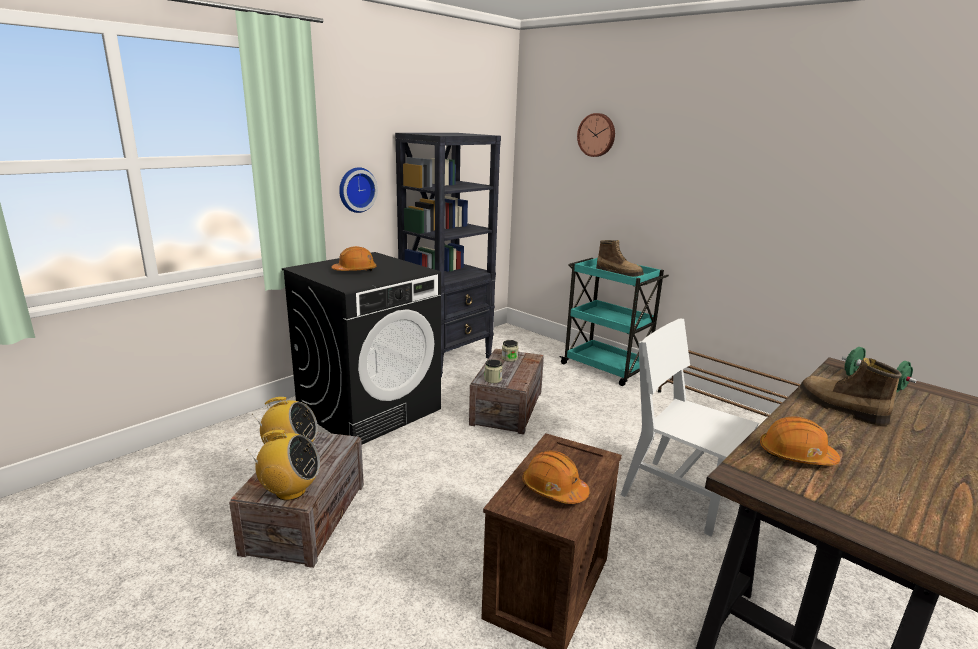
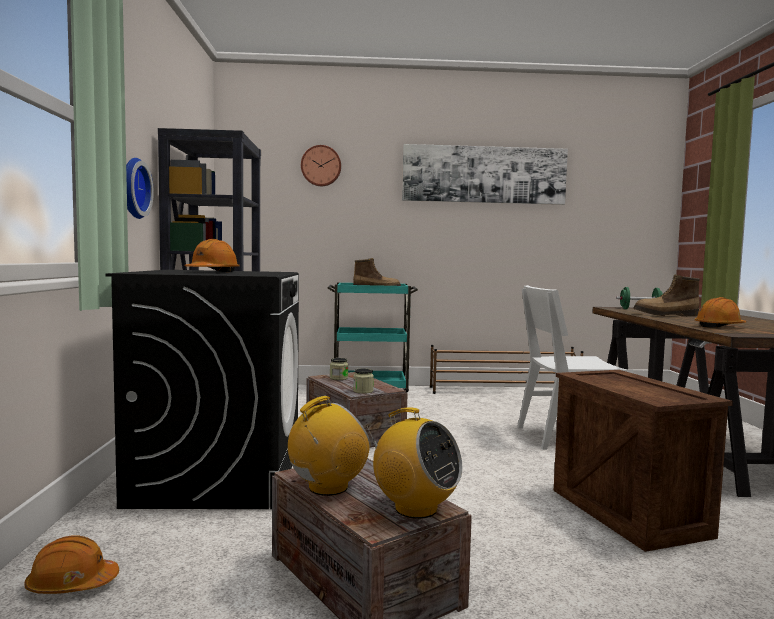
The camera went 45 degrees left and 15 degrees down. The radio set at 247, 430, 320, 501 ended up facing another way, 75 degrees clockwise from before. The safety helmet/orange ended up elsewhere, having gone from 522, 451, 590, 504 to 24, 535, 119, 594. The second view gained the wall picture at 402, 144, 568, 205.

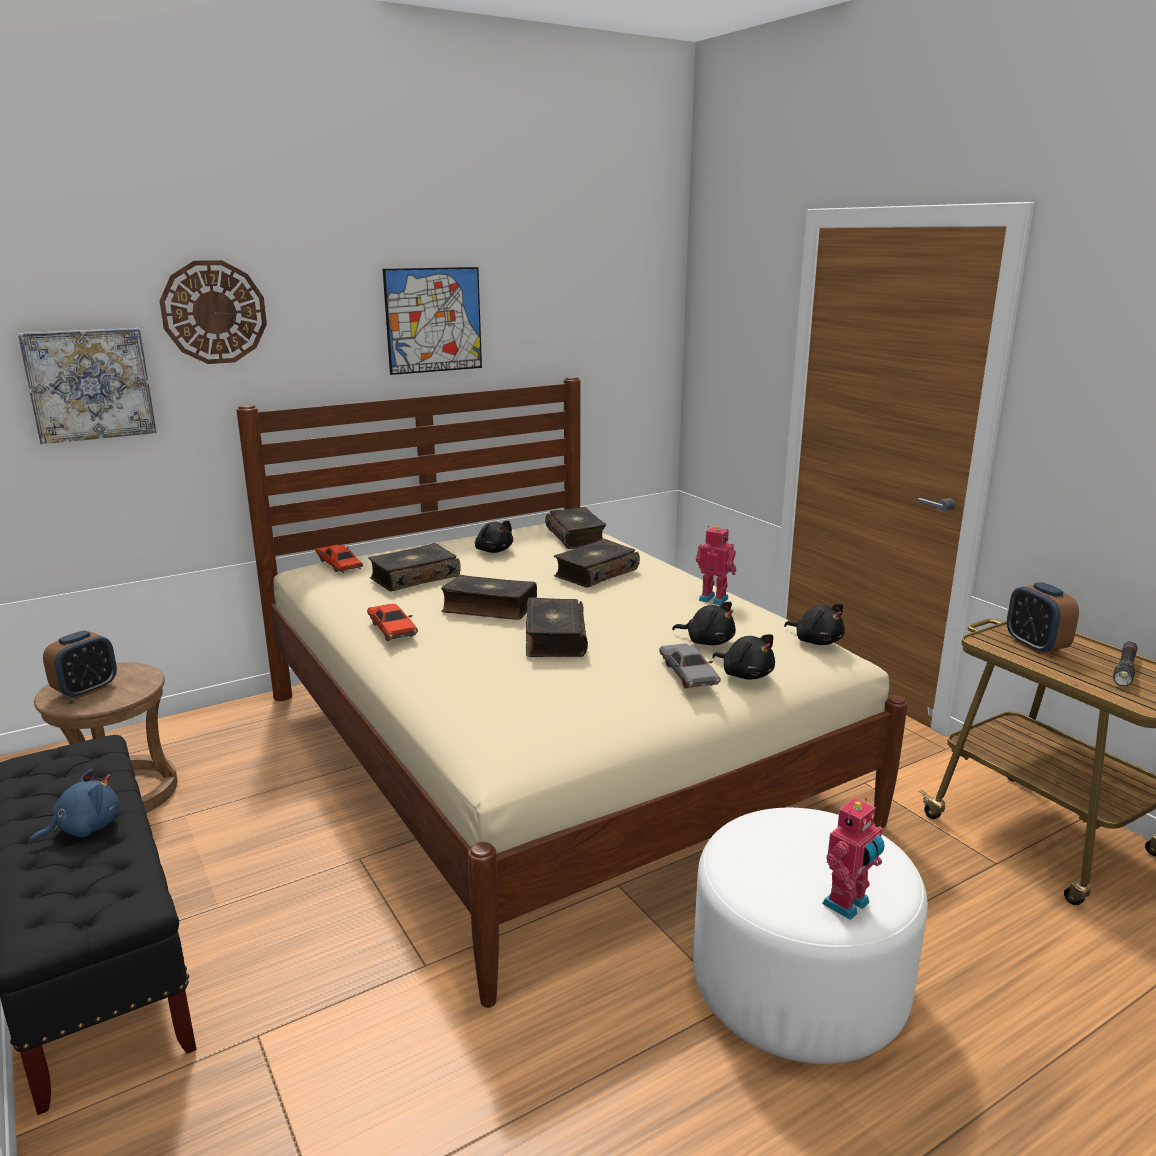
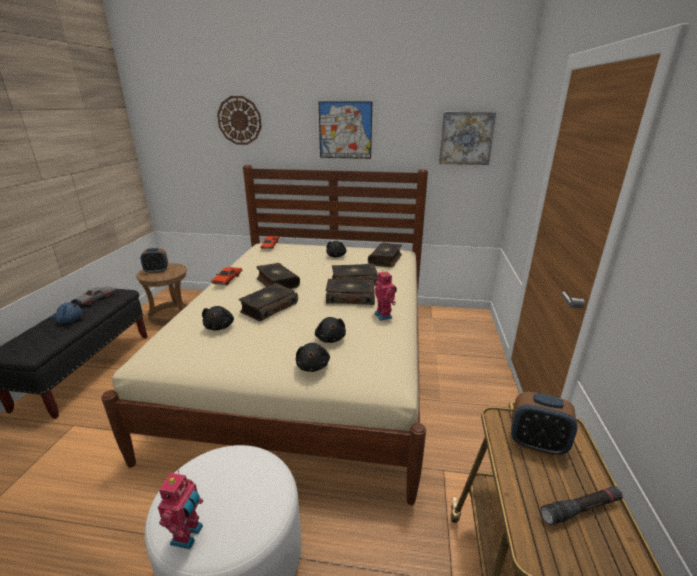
The camera went 40 degrees right and 5 degrees up. The wall picture ended up elsewhere, having gone from 18, 328, 156, 444 to 439, 112, 496, 165. The book ended up elsewhere, having gone from 368, 543, 461, 592 to 326, 279, 375, 305. The toy car/greyish ended up elsewhere, having gone from 659, 643, 721, 689 to 75, 286, 116, 305. The plush toy/blackish ended up elsewhere, having gone from 784, 604, 845, 645 to 202, 306, 234, 330. The robot figure at 822, 798, 885, 920 ended up facing another way, 75 degrees counterclockwise from before. The alarm clock at 1007, 582, 1079, 654 ended up facing another way, 90 degrees counterclockwise from before.

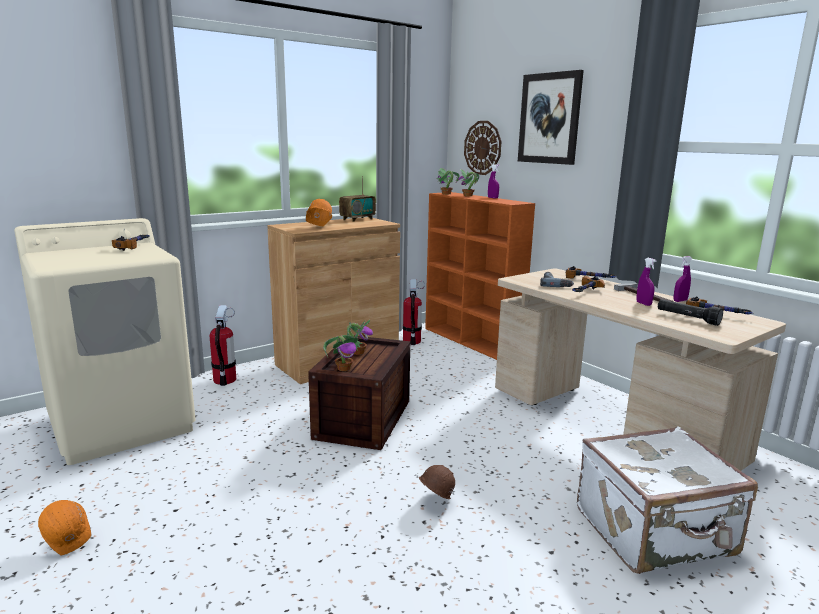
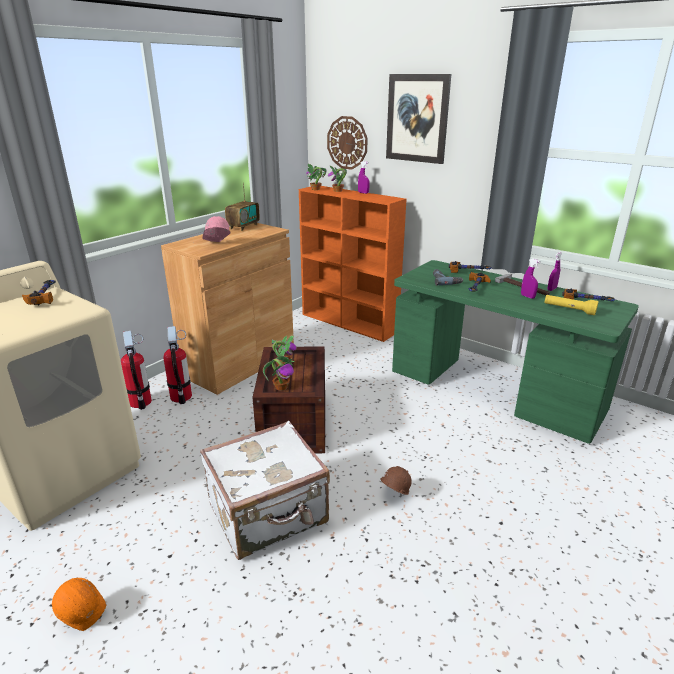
The camera went 15 degrees left and 10 degrees up. What was the safety helmet/orange at 306, 199, 332, 226 turned into the safety helmet/pink-coloured at 202, 216, 231, 242. The fire-fighting cylinder ended up elsewhere, having gone from 403, 279, 425, 345 to 163, 326, 192, 404. What was the desk unit/beige at 495, 269, 786, 471 turned into the desk unit/green-coloured at 392, 260, 639, 444. The travel case/white-coloured ended up elsewhere, having gone from 577, 426, 758, 574 to 200, 421, 330, 560. What was the hand torch/blackish at 658, 299, 723, 326 turned into the hand torch/yellow-coloured at 545, 295, 599, 316.

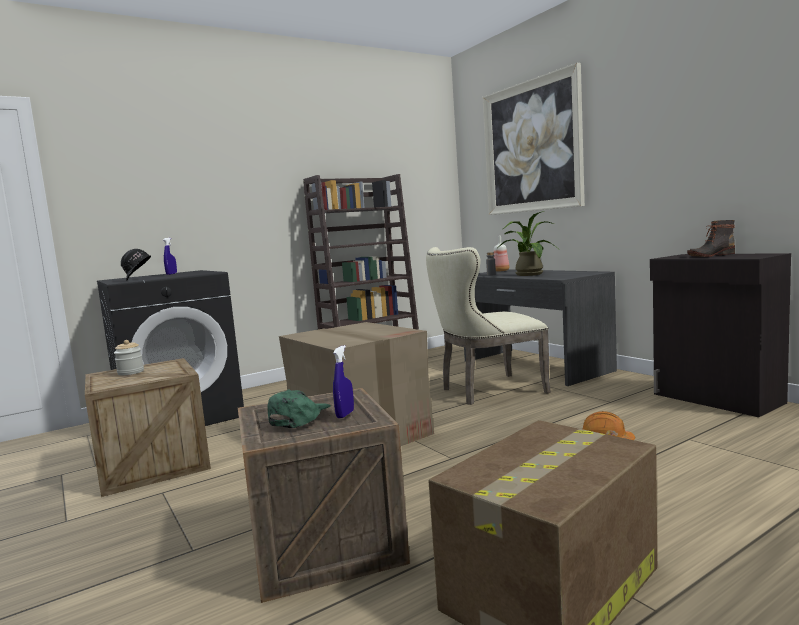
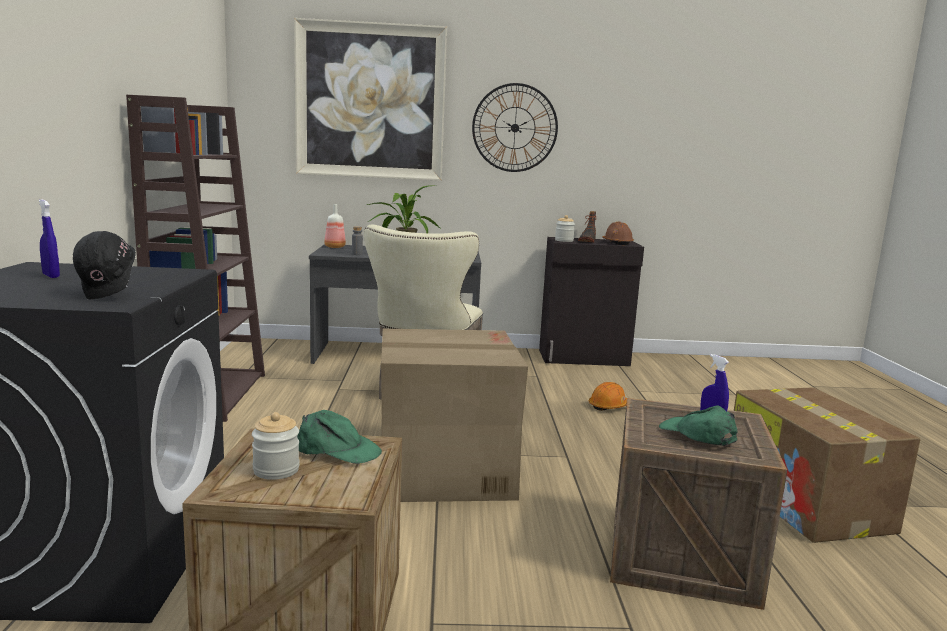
The camera went 60 degrees left and 5 degrees up. The second view gained the cap/green-coloured at 297, 410, 382, 464. The second view gained the hanging clock at 472, 83, 558, 172. The second view gained the preserve jar at 555, 215, 575, 242. The second view gained the safety helmet/brown-coloured at 602, 221, 634, 245.

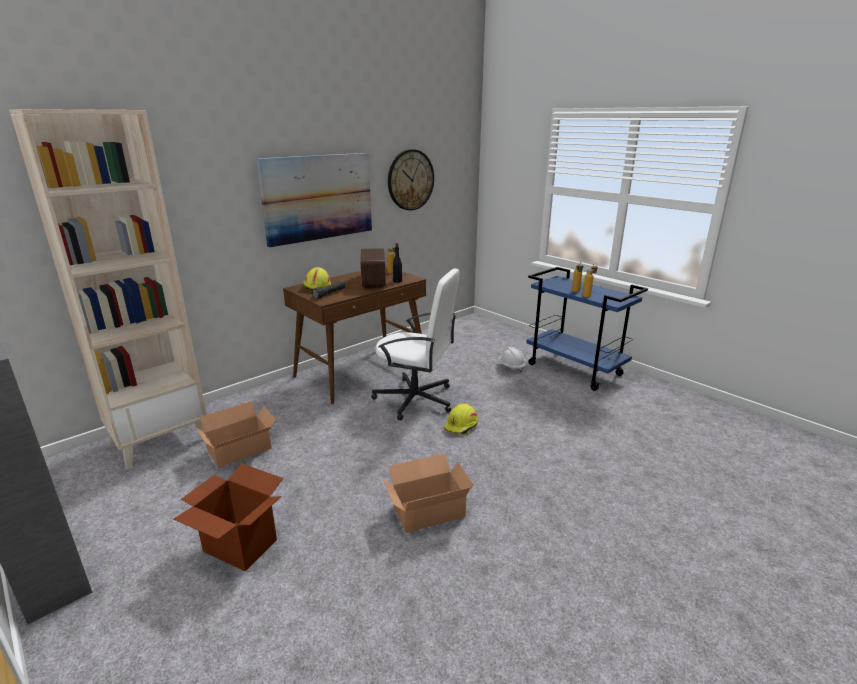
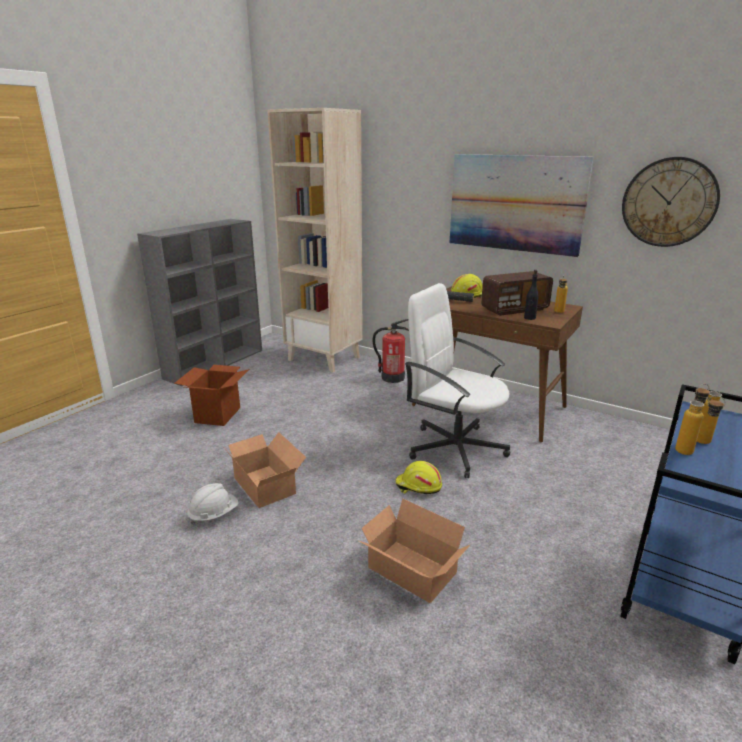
The camera went 75 degrees right and 0 degrees up. The carton ended up elsewhere, having gone from 196, 401, 276, 468 to 359, 498, 470, 603. The desk chair/white-coloured at 372, 269, 460, 421 ended up facing another way, 120 degrees clockwise from before. The safety helmet/white-coloured ended up elsewhere, having gone from 498, 347, 526, 373 to 187, 483, 238, 526. The second view gained the fire-fighting cylinder at 373, 319, 409, 383.

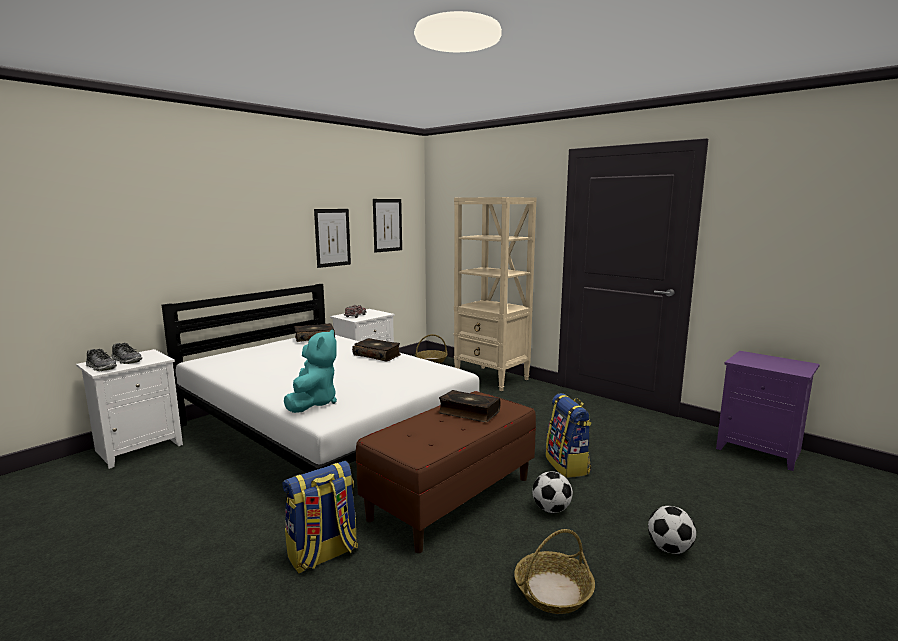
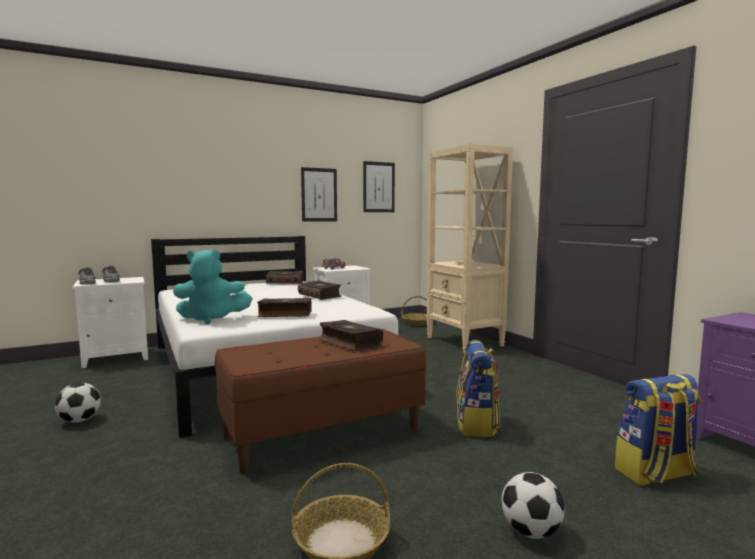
The camera went 20 degrees right and 5 degrees down. The knapsack ended up elsewhere, having gone from 283, 461, 358, 574 to 615, 374, 701, 486. The plush toy/turquoise-coloured at 284, 329, 337, 413 ended up facing another way, 60 degrees clockwise from before. The football ended up elsewhere, having gone from 532, 471, 573, 513 to 55, 383, 101, 423. The second view gained the book at 257, 298, 312, 317.

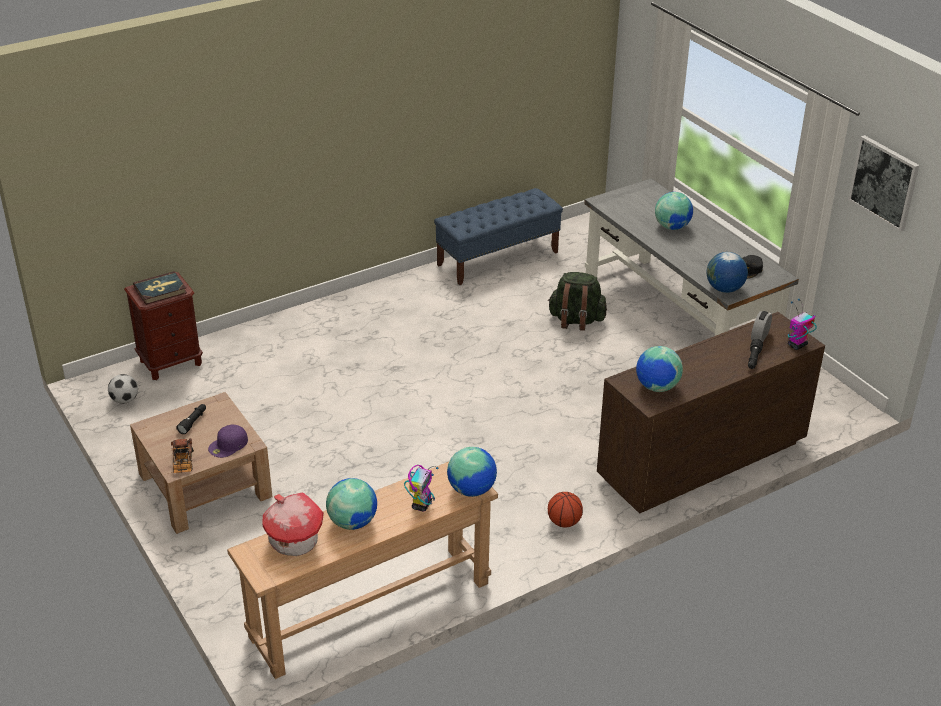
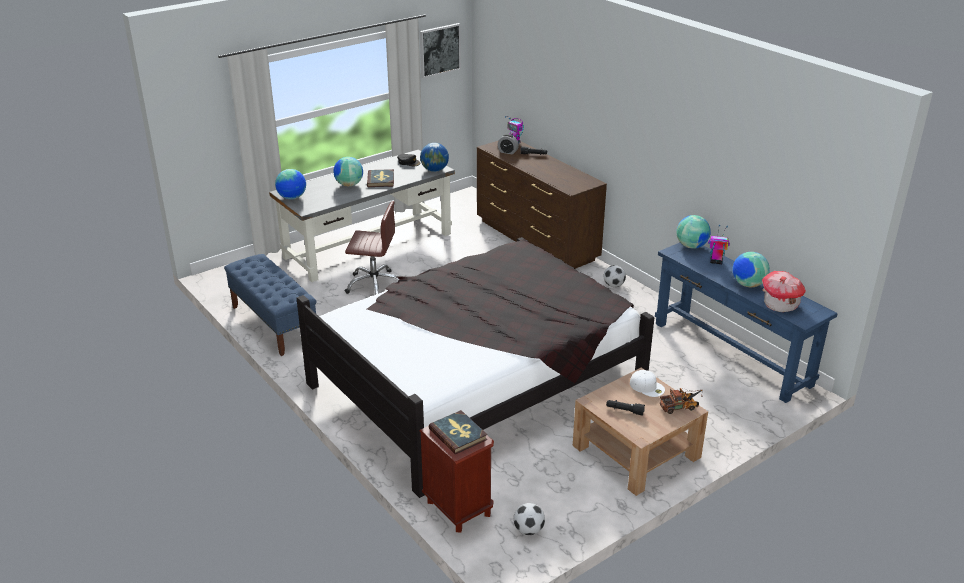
The camera went 95 degrees left and 5 degrees down. What was the cap/purple-coloured at 208, 425, 248, 458 turned into the cap/white-coloured at 630, 370, 665, 397. What was the hall table/brown-coloured at 227, 462, 498, 679 turned into the hall table/blue at 655, 243, 838, 403. Where the knapsack/green-coloured stood at 548, 272, 607, 331, the desk chair/brown-coloured came to stand at 345, 201, 400, 295. Where the basketball stood at 548, 492, 583, 527, the football came to stand at 604, 265, 626, 287. The desk globe ended up elsewhere, having gone from 636, 346, 683, 392 to 275, 169, 306, 199. The second view gained the bedroom bed/blackish at 296, 237, 654, 498. The second view gained the book at 367, 169, 394, 187.

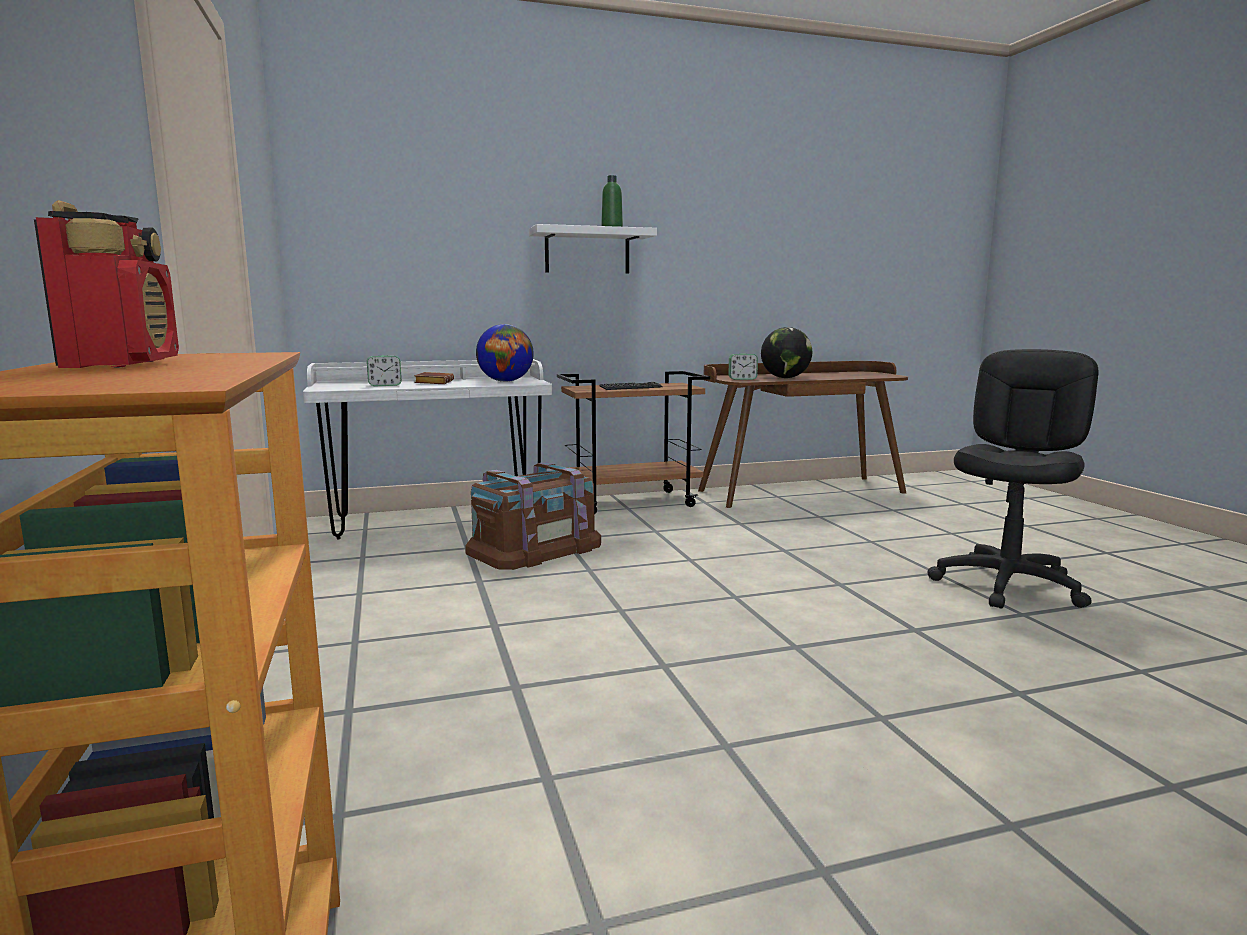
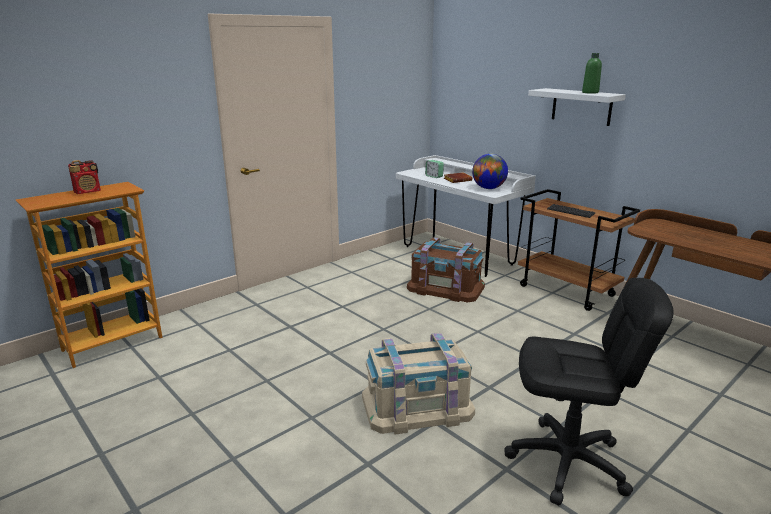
The camera went 65 degrees right and 10 degrees up. The second view lost the alarm clock at 729, 353, 758, 380. The second view lost the desk globe at 761, 327, 812, 378. The second view gained the storage bin/beige at 362, 333, 475, 435.

